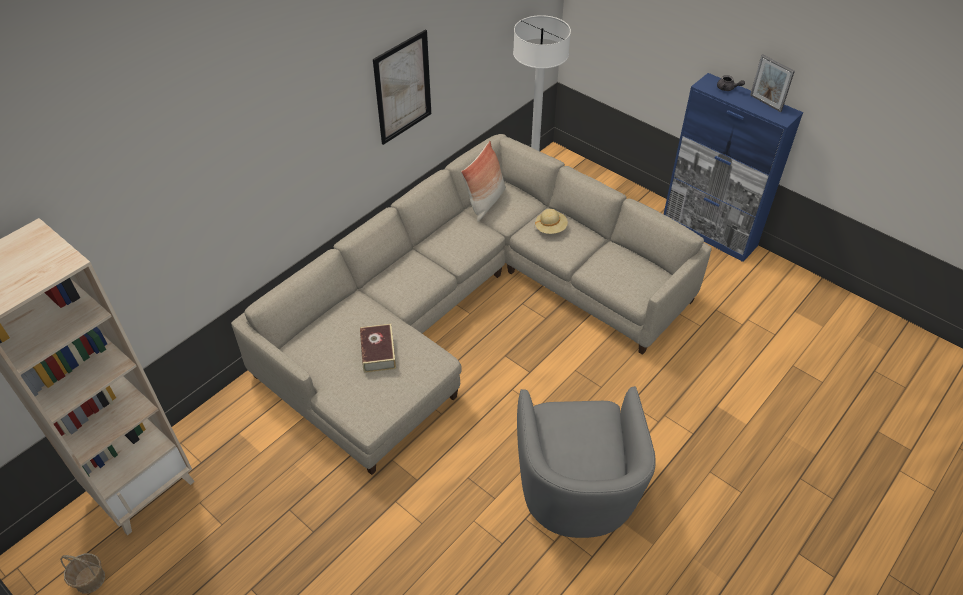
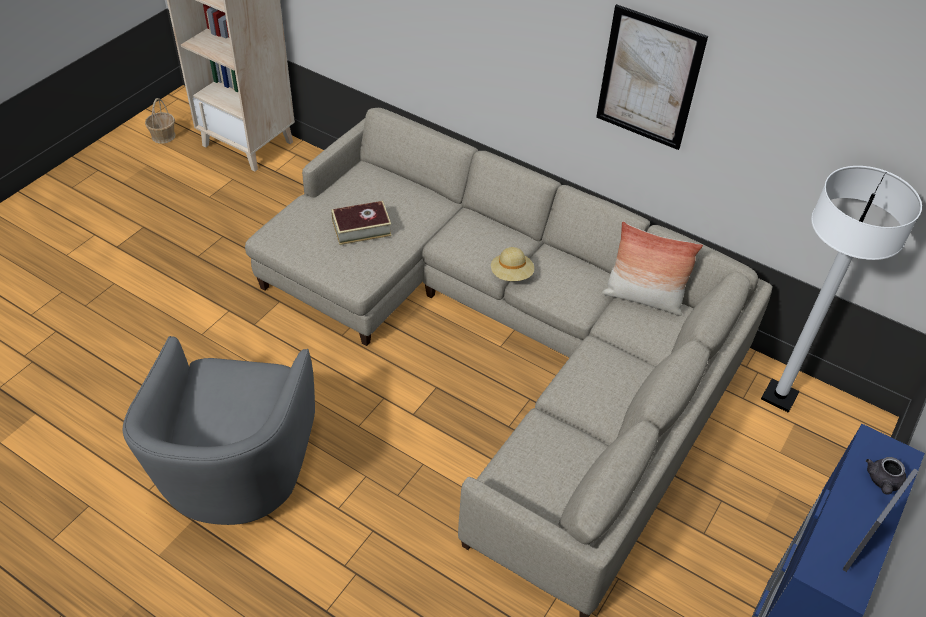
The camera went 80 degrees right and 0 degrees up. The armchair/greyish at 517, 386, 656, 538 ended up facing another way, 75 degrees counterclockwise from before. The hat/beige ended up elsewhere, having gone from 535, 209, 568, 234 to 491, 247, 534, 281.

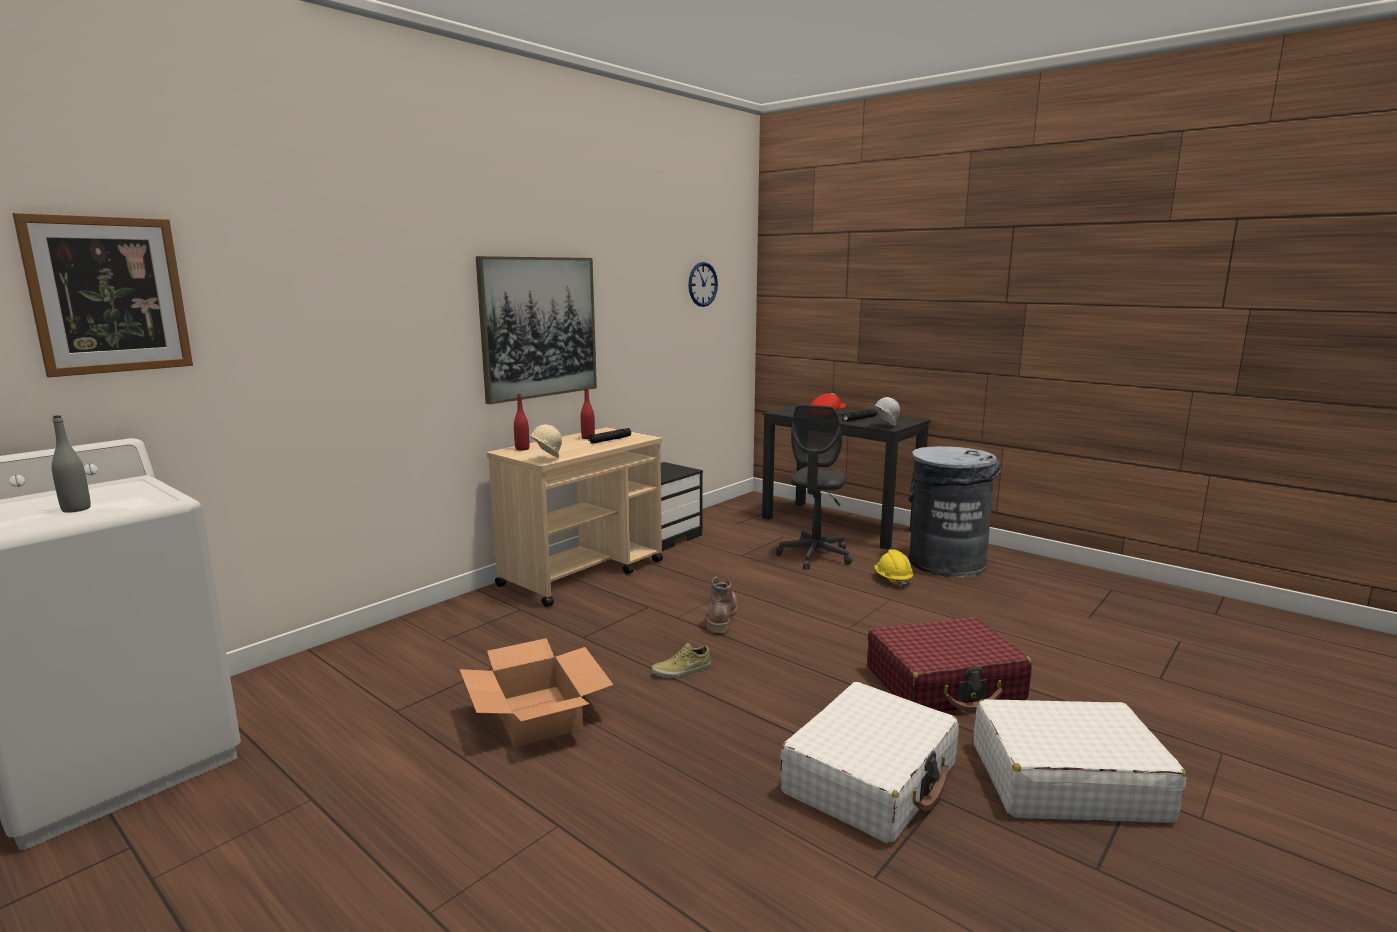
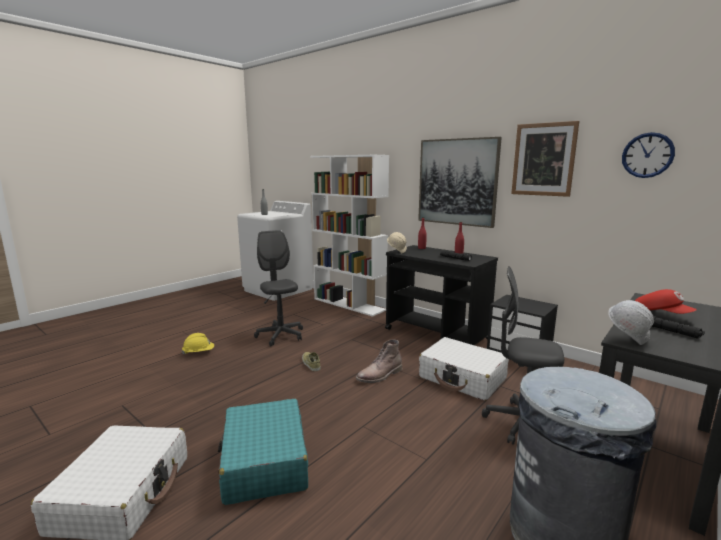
The camera went 90 degrees right and 0 degrees up. The wall picture ended up elsewhere, having gone from 12, 213, 193, 377 to 511, 121, 579, 197. Where the carton stood at 460, 638, 613, 747, the desk chair/greyish came to stand at 254, 230, 303, 346. What was the wheeled cart/beige at 487, 427, 663, 607 turned into the wheeled cart/blackish at 385, 245, 498, 345. The tall boot/brown-coloured at 707, 577, 737, 633 ended up facing another way, 135 degrees clockwise from before. The travel case/white-coloured ended up elsewhere, having gone from 780, 682, 959, 844 to 419, 337, 509, 401. What was the travel case/red-coloured at 867, 617, 1032, 713 turned into the travel case/turquoise-coloured at 218, 399, 308, 505. The safety helmet/yellow-coloured ended up elsewhere, having gone from 874, 549, 913, 588 to 182, 333, 214, 354. The second view gained the shelving unit/white-coloured at 310, 155, 389, 317.

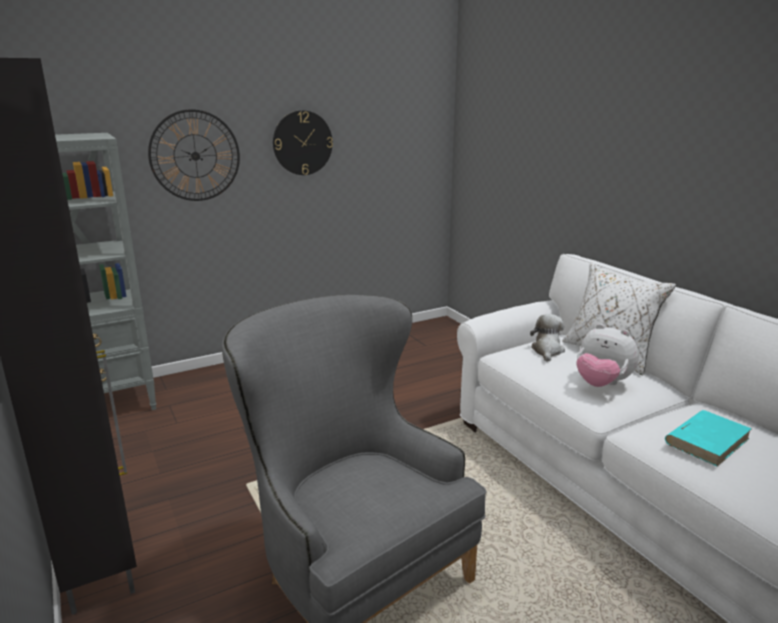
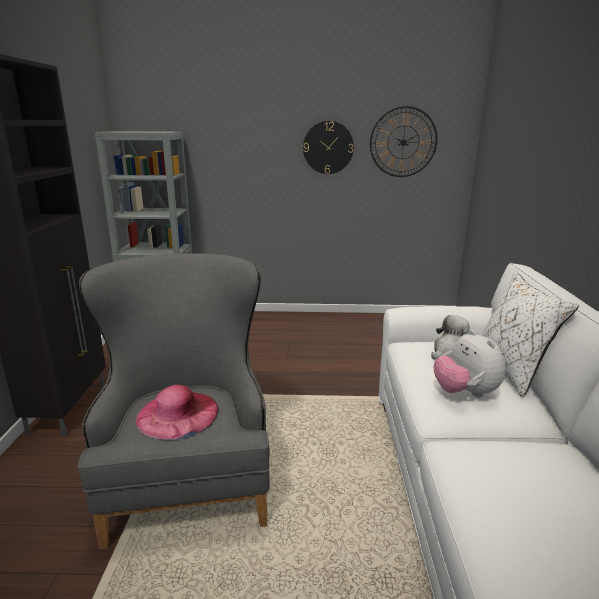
The camera went 30 degrees right and 0 degrees up. The hanging clock ended up elsewhere, having gone from 148, 109, 240, 201 to 370, 106, 437, 177. The second view lost the book/turquoise-coloured at 665, 410, 752, 466. The second view gained the hat/pink-coloured at 136, 385, 218, 440.

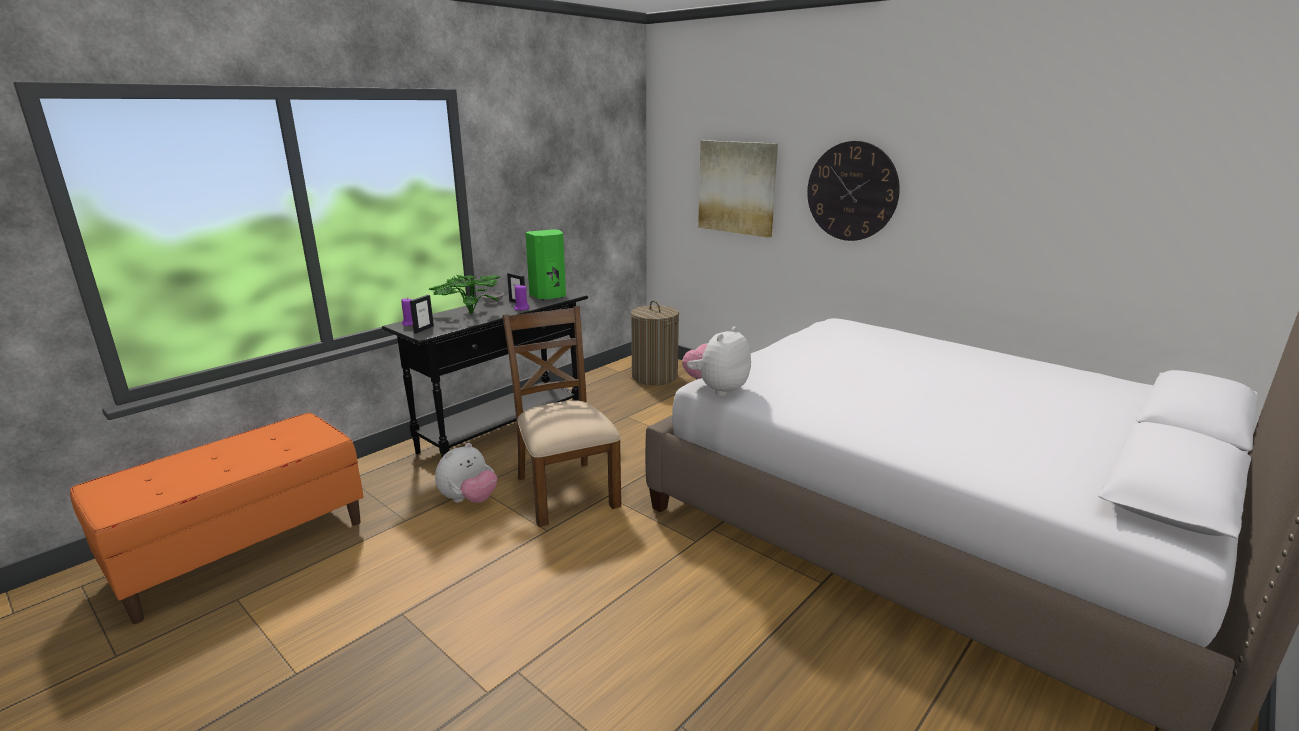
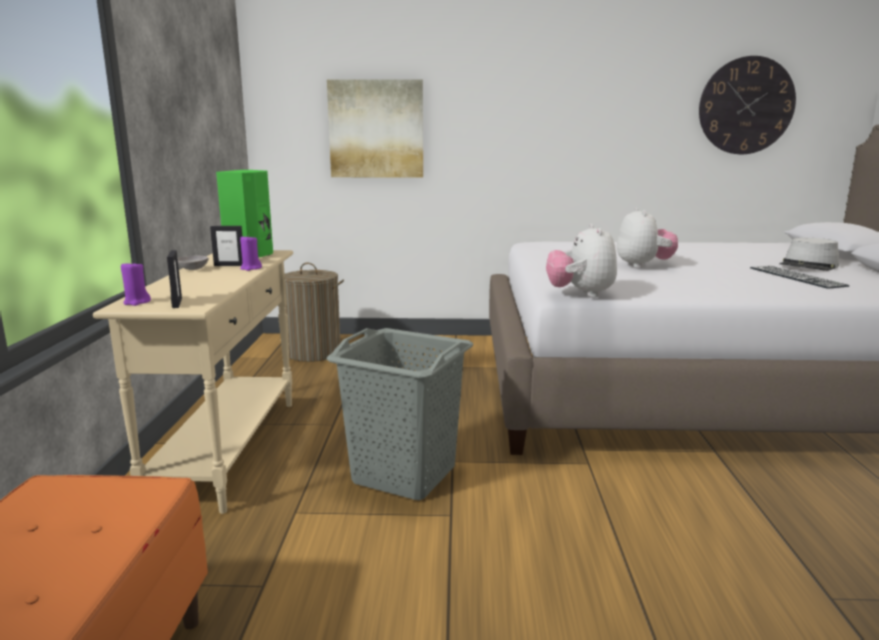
The camera went 40 degrees left and 5 degrees down. What was the hall table/blackish at 382, 290, 588, 457 turned into the hall table/beige at 93, 250, 293, 514. The second view lost the potted plant at 428, 274, 501, 314. The plush toy ended up elsewhere, having gone from 435, 443, 497, 503 to 617, 207, 678, 268. Where the chair/brown-coloured stood at 502, 306, 621, 527, the laundry basket/greyish came to stand at 326, 328, 473, 500. The hanging clock ended up elsewhere, having gone from 807, 141, 900, 241 to 699, 56, 796, 154. The second view gained the PC keyboard at 750, 265, 849, 289. The second view gained the hat/greyish at 779, 238, 839, 271.

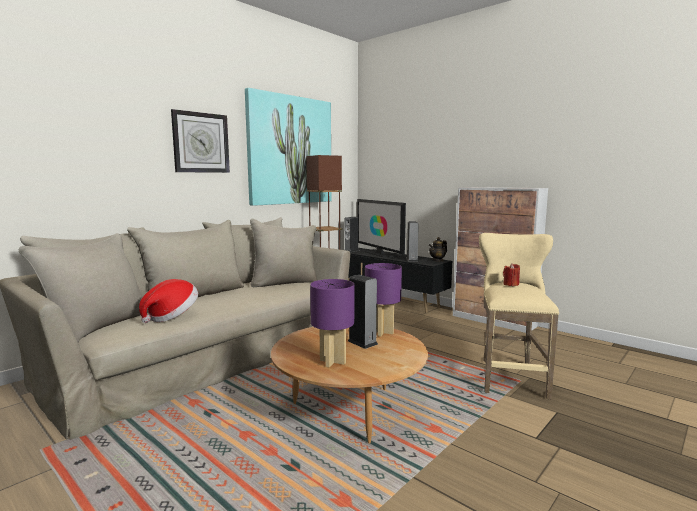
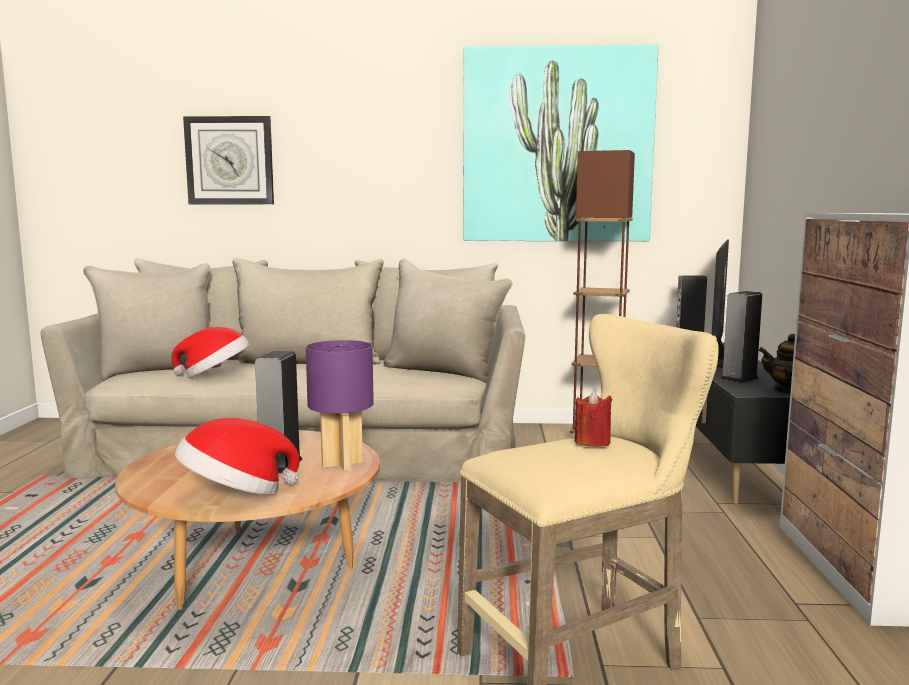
The camera went 50 degrees right and 0 degrees up. The hanging clock ended up elsewhere, having gone from 171, 109, 230, 173 to 183, 116, 274, 205. The second view lost the table lamp/purple-coloured at 310, 279, 354, 367. The second view gained the hat at 175, 418, 300, 495.

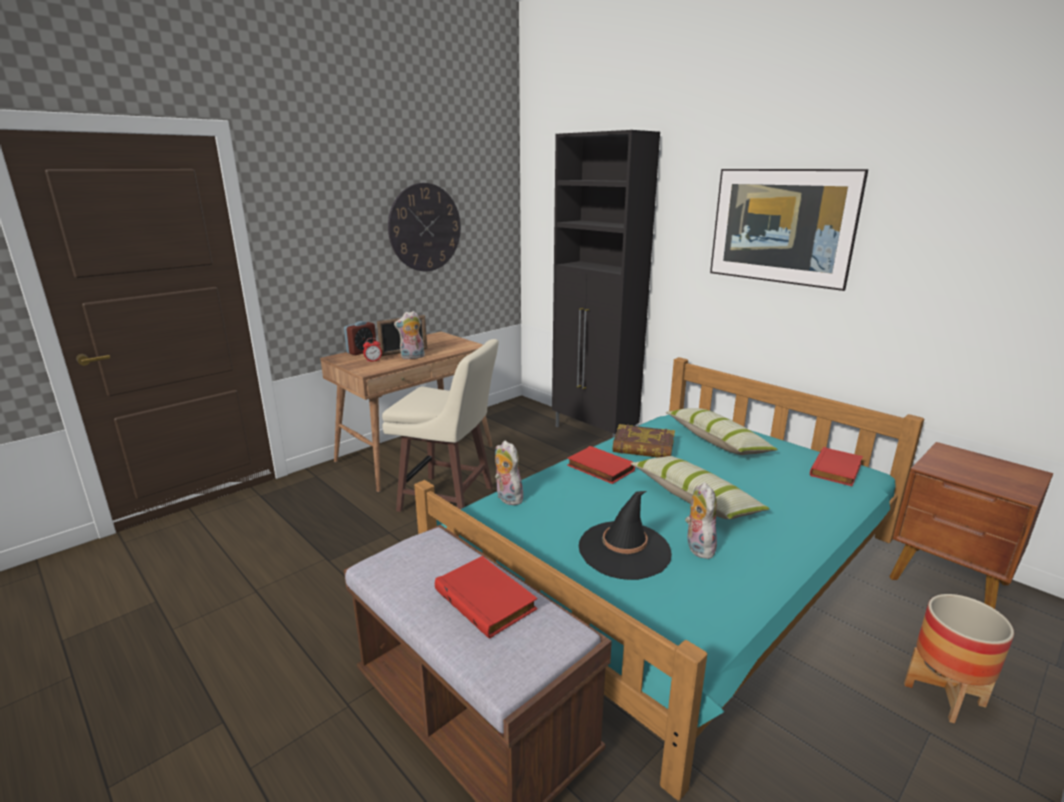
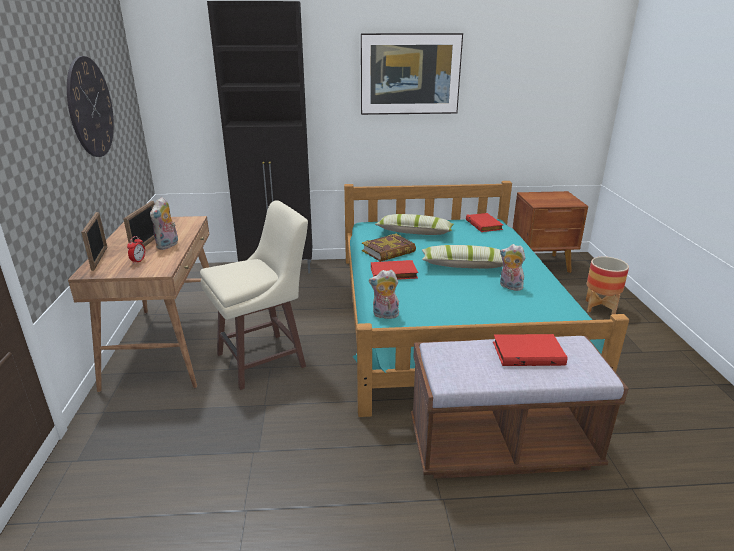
The camera went 50 degrees left and 5 degrees up. Where the alarm clock stood at 344, 321, 376, 355, the standing frame came to stand at 81, 212, 107, 271. The second view lost the hat/blackish at 579, 491, 672, 580.

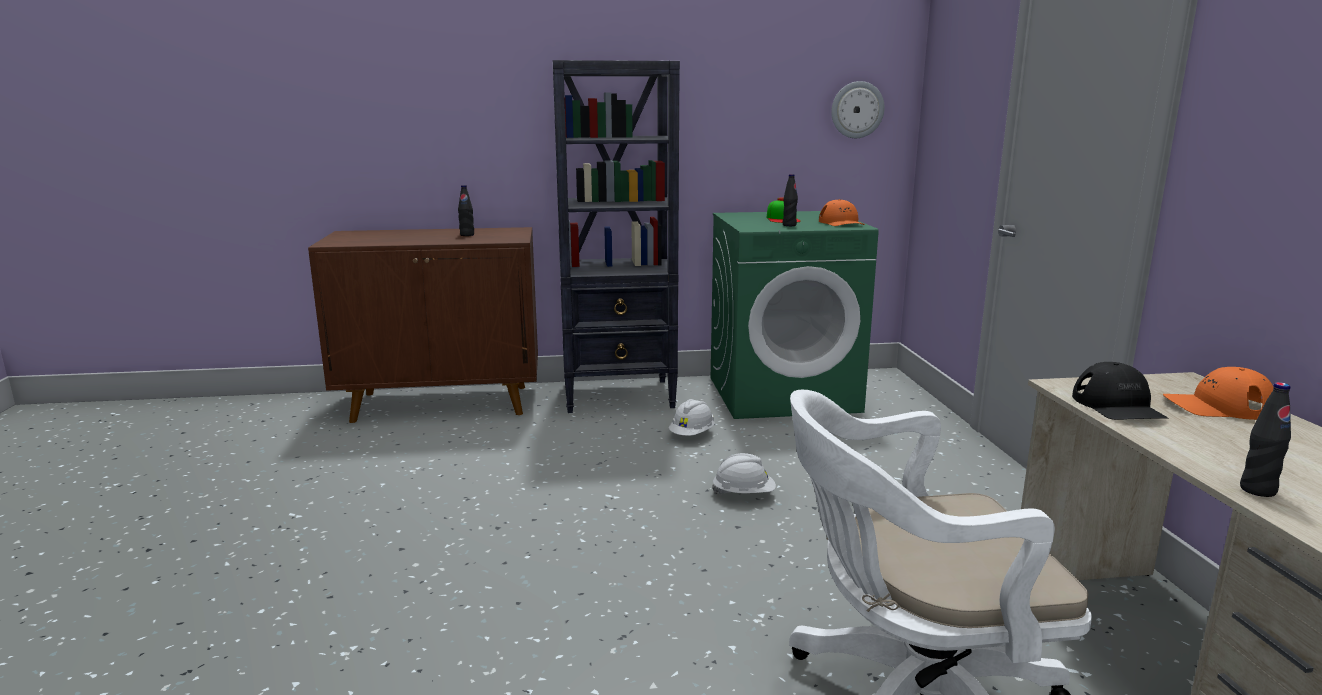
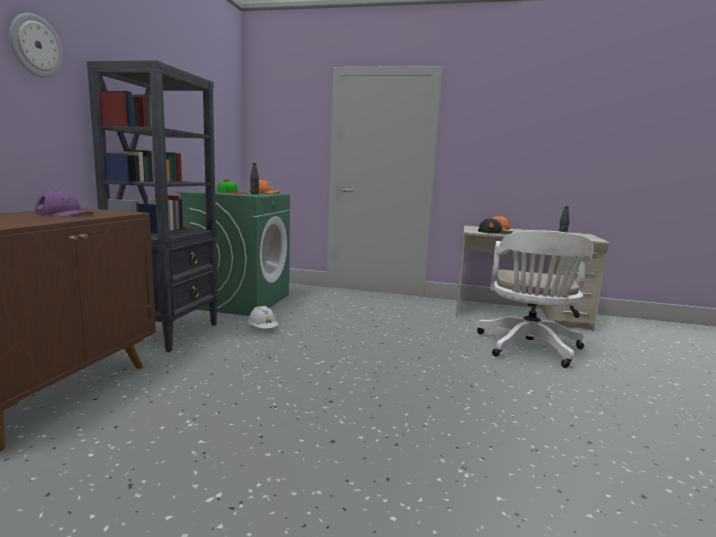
The camera went 70 degrees left and 5 degrees down. Where the beverage bottle/blackish stood at 458, 185, 474, 236, the cap/purple-coloured came to stand at 35, 191, 94, 216. The second view lost the safety helmet/white-coloured at 712, 453, 776, 494. The hanging clock ended up elsewhere, having gone from 831, 81, 885, 138 to 10, 13, 63, 78.

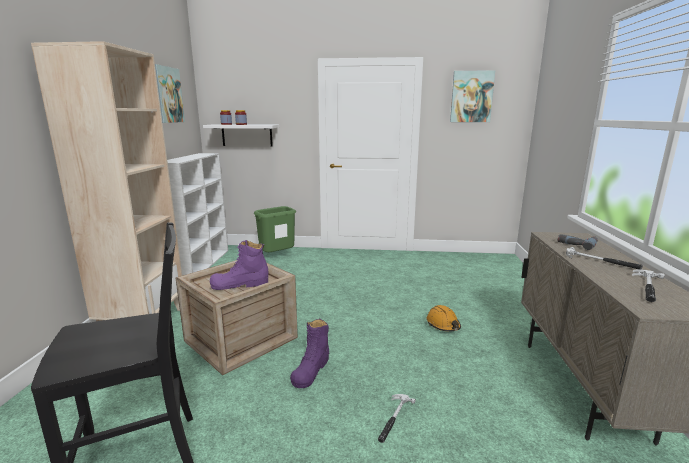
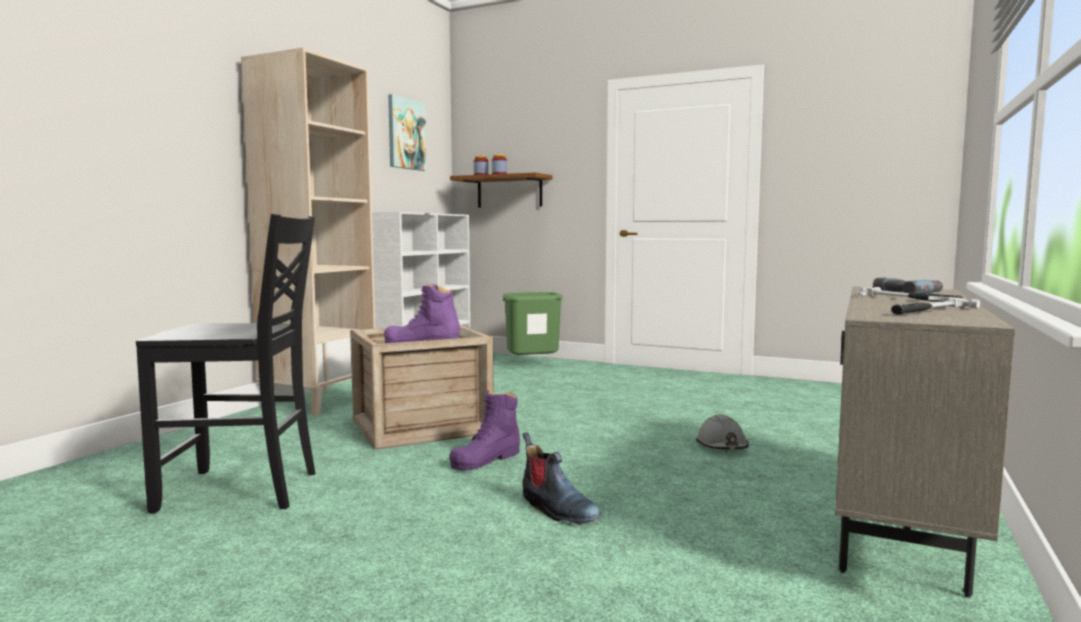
The camera went 20 degrees right and 10 degrees down. What was the wall shelf/white-coloured at 203, 124, 279, 146 turned into the wall shelf/brown-coloured at 450, 172, 552, 208. Where the hammer stood at 378, 394, 416, 443, the tall boot came to stand at 522, 433, 601, 525. What was the safety helmet/orange at 427, 305, 461, 331 turned into the safety helmet/greyish at 696, 414, 749, 449. The second view lost the wall picture at 450, 70, 495, 122.

